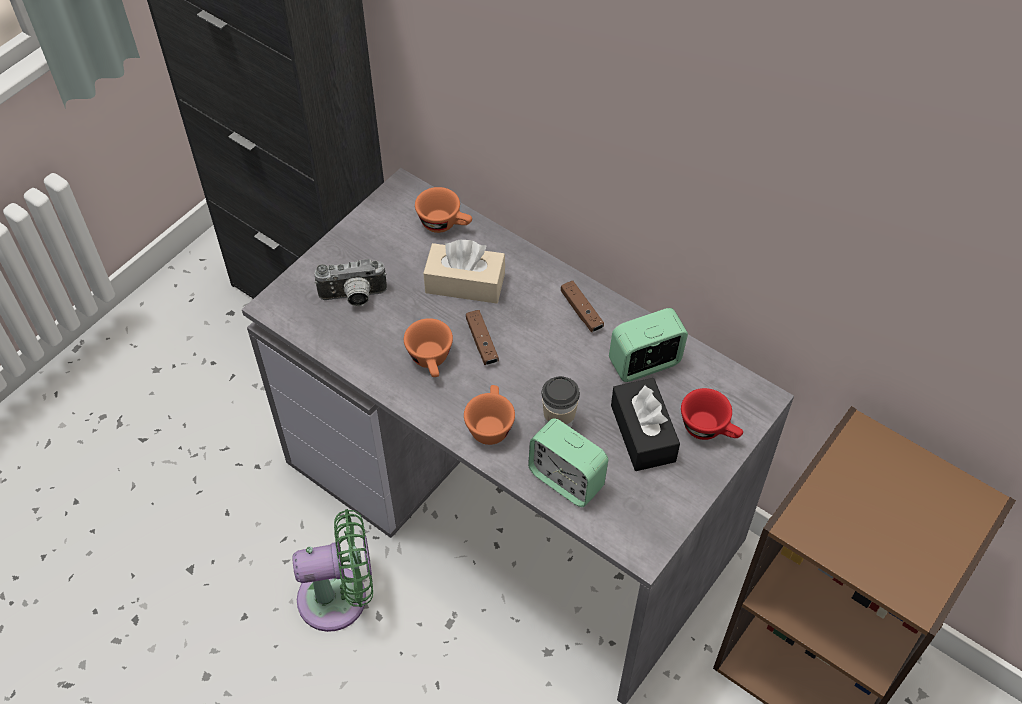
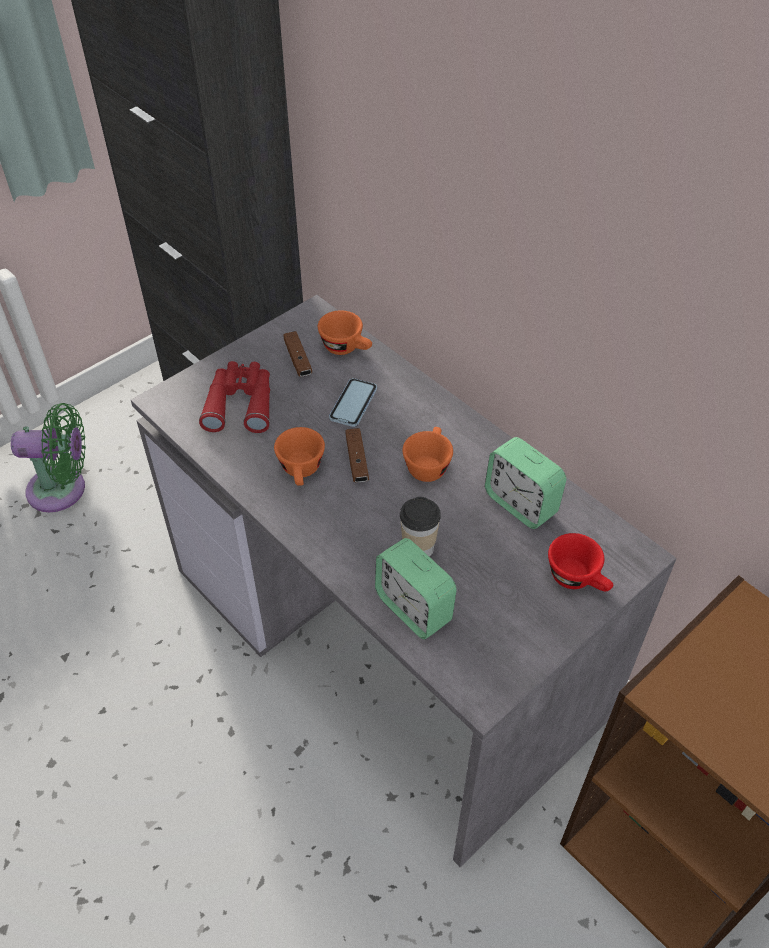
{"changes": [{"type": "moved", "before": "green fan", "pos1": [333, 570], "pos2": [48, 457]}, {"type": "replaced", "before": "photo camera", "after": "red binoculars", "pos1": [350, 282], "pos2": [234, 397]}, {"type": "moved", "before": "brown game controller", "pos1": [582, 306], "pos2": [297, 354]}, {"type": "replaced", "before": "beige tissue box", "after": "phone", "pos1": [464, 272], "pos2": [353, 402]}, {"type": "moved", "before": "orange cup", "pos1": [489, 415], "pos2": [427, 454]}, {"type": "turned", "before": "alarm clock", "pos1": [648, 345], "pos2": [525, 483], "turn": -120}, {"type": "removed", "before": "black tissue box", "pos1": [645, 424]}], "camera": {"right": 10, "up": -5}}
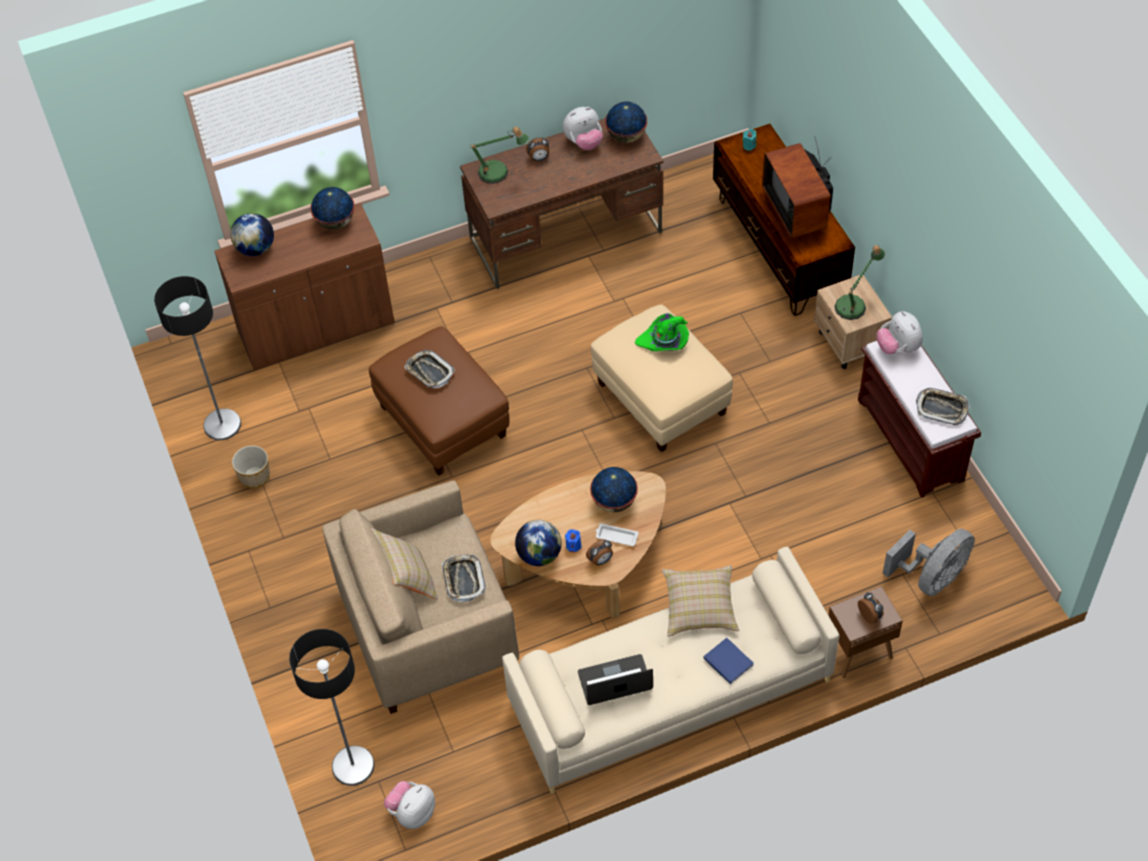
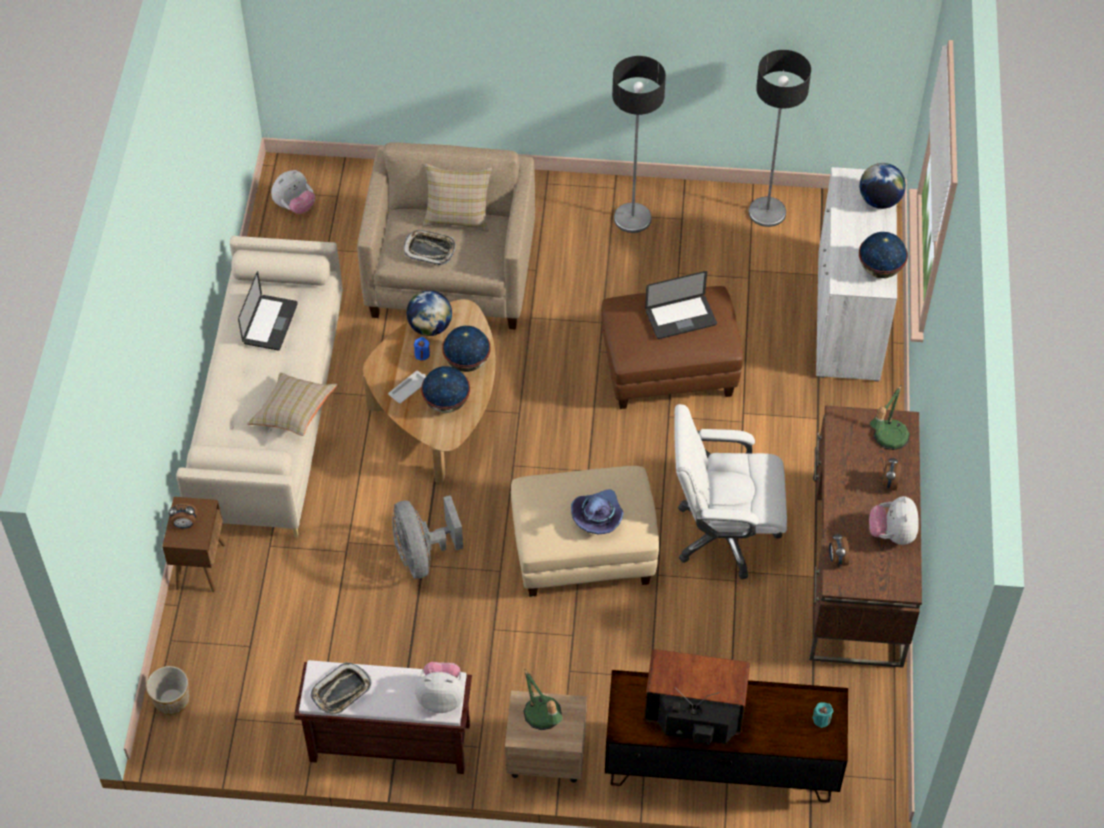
{"changes": [{"type": "moved", "before": "planter", "pos1": [251, 466], "pos2": [168, 690]}, {"type": "turned", "before": "plush toy", "pos1": [409, 805], "pos2": [293, 192], "turn": 75}, {"type": "moved", "before": "grey fan", "pos1": [929, 562], "pos2": [427, 536]}, {"type": "moved", "before": "globe", "pos1": [626, 122], "pos2": [466, 349]}, {"type": "recoloured", "before": "green hat", "after": "purple hat", "pos1": [662, 332], "pos2": [597, 511]}, {"type": "moved", "before": "floor lamp", "pos1": [332, 707], "pos2": [639, 144]}, {"type": "replaced", "before": "tray", "after": "laptop", "pos1": [429, 369], "pos2": [681, 305]}, {"type": "added", "after": "white office chair", "pos2": [730, 492]}, {"type": "recoloured", "before": "brown cabinet", "after": "white cabinet", "pos1": [304, 286], "pos2": [856, 274]}, {"type": "moved", "before": "alarm clock", "pos1": [599, 552], "pos2": [839, 549]}, {"type": "removed", "before": "blue book", "pos1": [728, 661]}], "camera": {"right": 115, "up": 0}}
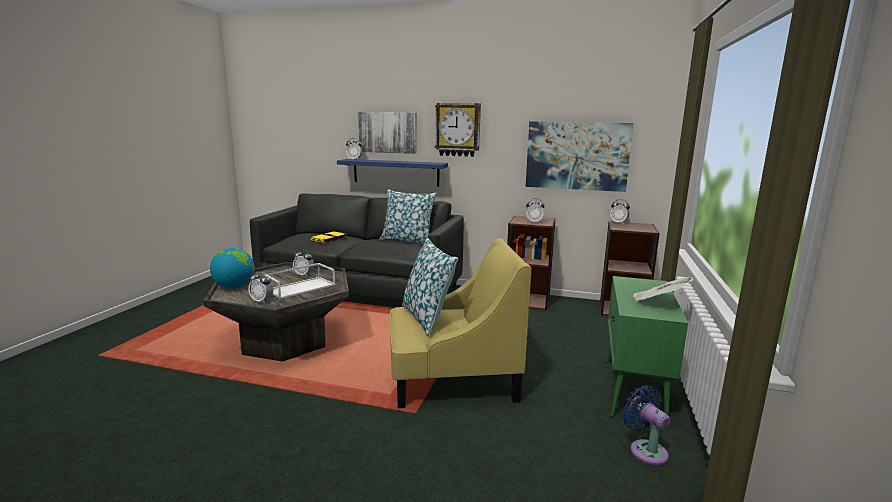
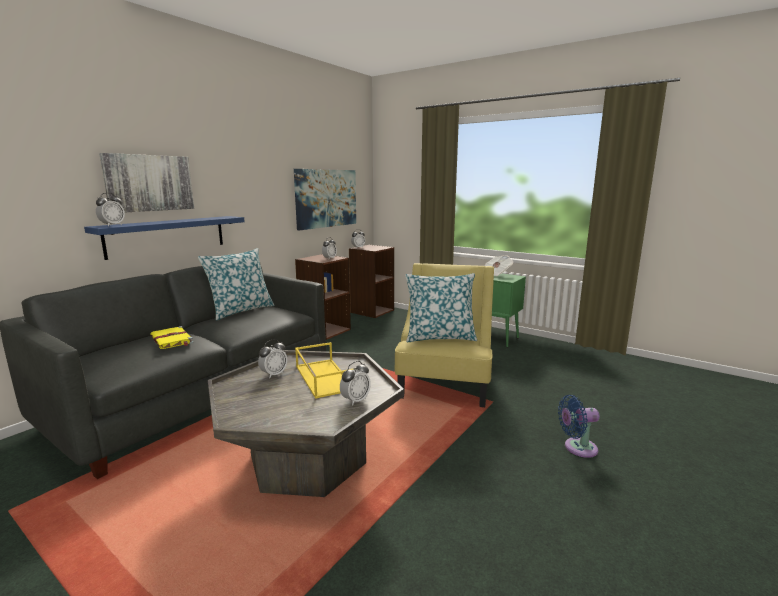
{"changes": [{"type": "recoloured", "before": "white tray", "after": "yellow tray", "pos1": [299, 281], "pos2": [325, 370]}, {"type": "moved", "before": "blue fan", "pos1": [646, 425], "pos2": [579, 426]}, {"type": "removed", "before": "globe", "pos1": [232, 268]}, {"type": "removed", "before": "wall clock", "pos1": [458, 130]}], "camera": {"right": -70, "up": 0}}
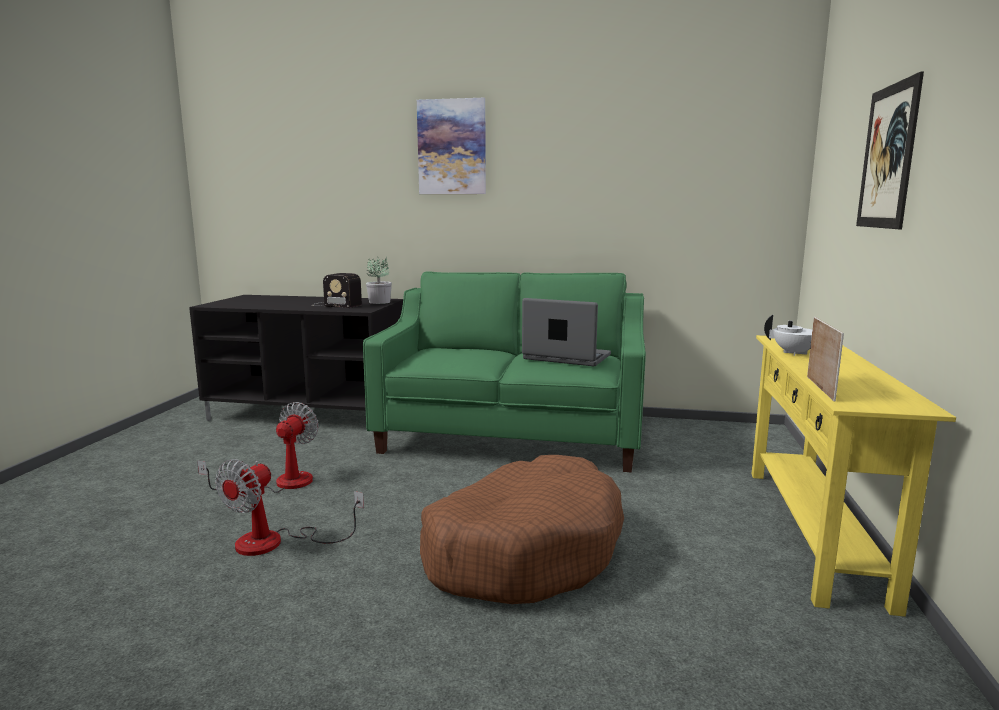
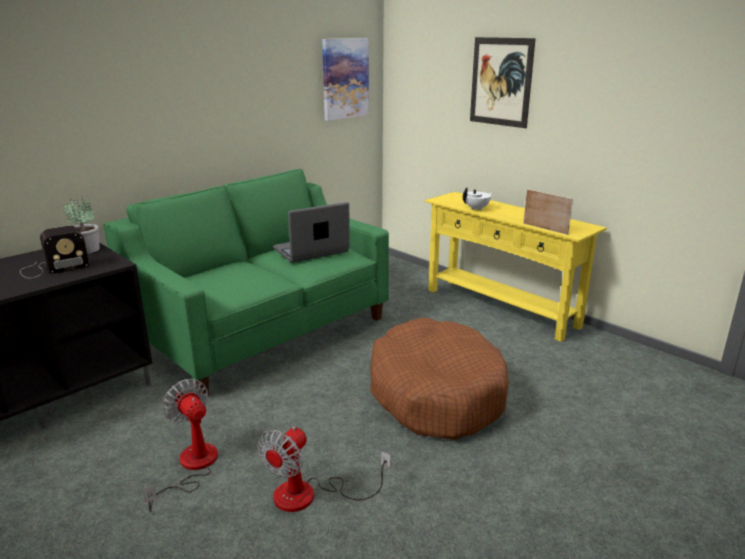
{"changes": [{"type": "turned", "before": "fan", "pos1": [289, 507], "pos2": [324, 469], "turn": 60}, {"type": "moved", "before": "picture", "pos1": [451, 146], "pos2": [345, 79]}], "camera": {"right": -55, "up": 10}}
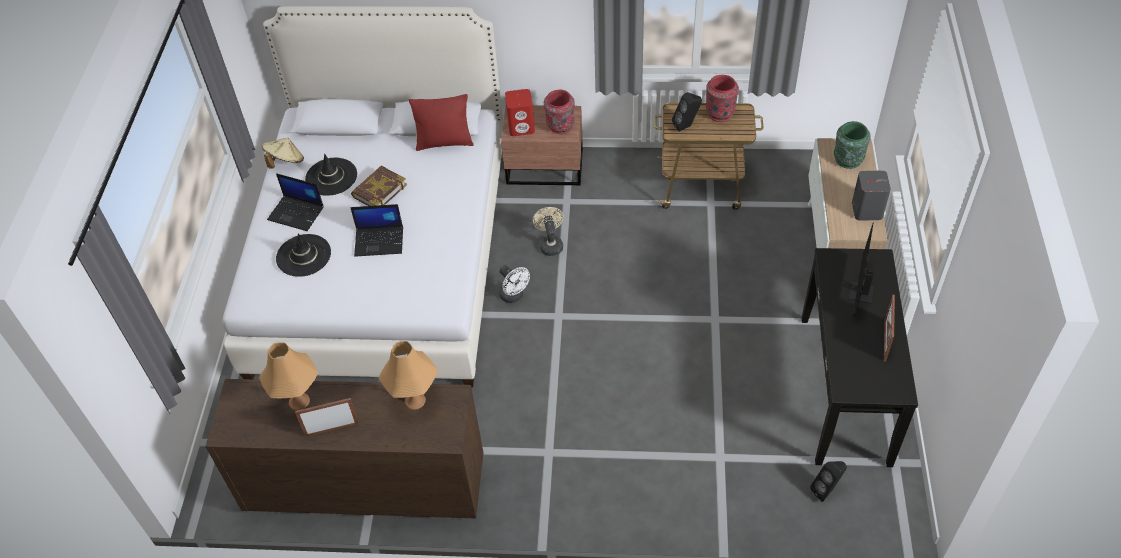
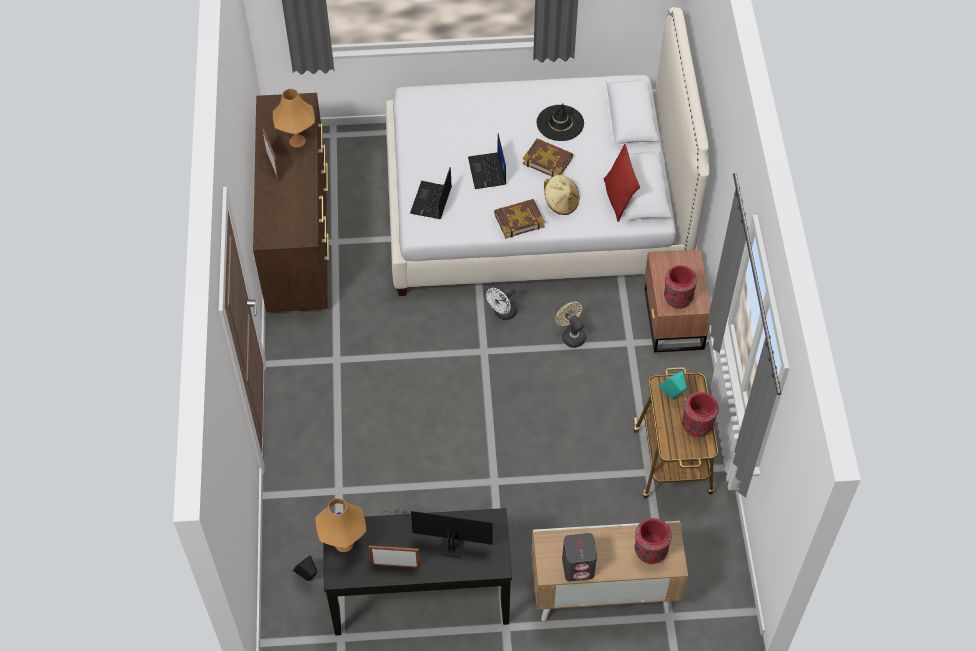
{"changes": [{"type": "moved", "before": "orange table lamp", "pos1": [408, 375], "pos2": [340, 525]}, {"type": "moved", "before": "laptop", "pos1": [295, 202], "pos2": [431, 193]}, {"type": "added", "after": "book", "pos2": [519, 219]}, {"type": "moved", "before": "beige hat", "pos1": [283, 153], "pos2": [561, 195]}, {"type": "turned", "before": "beige fan", "pos1": [548, 231], "pos2": [570, 325], "turn": -105}, {"type": "recoloured", "before": "green vase", "after": "red vase", "pos1": [852, 145], "pos2": [653, 541]}, {"type": "recoloured", "before": "black speaker", "after": "turquoise speaker", "pos1": [687, 112], "pos2": [672, 385]}, {"type": "removed", "before": "black hat", "pos1": [303, 255]}, {"type": "removed", "before": "red speaker", "pos1": [520, 112]}], "camera": {"right": 80, "up": 5}}
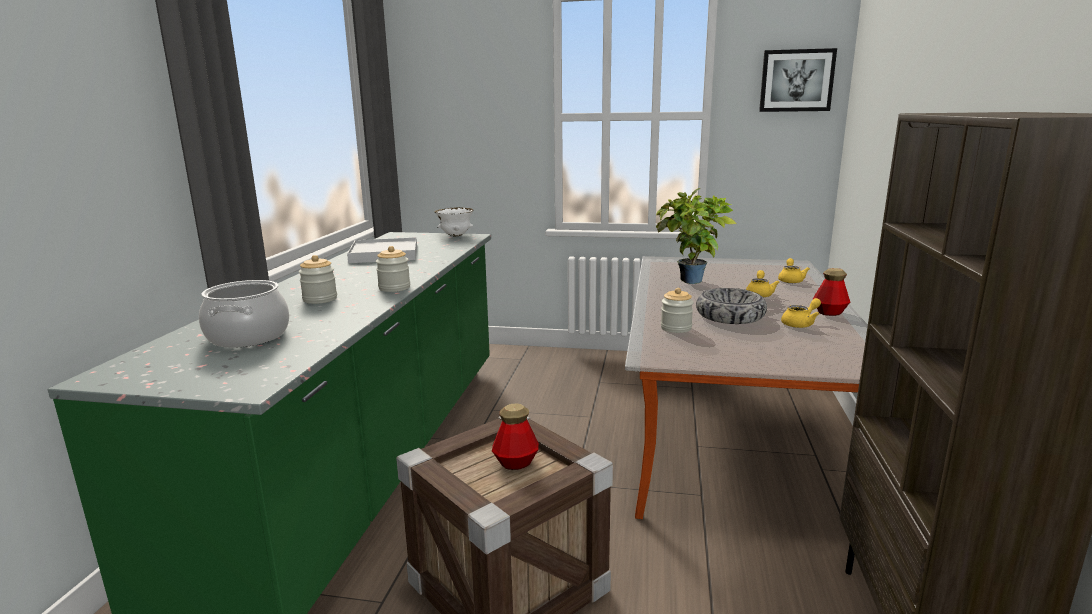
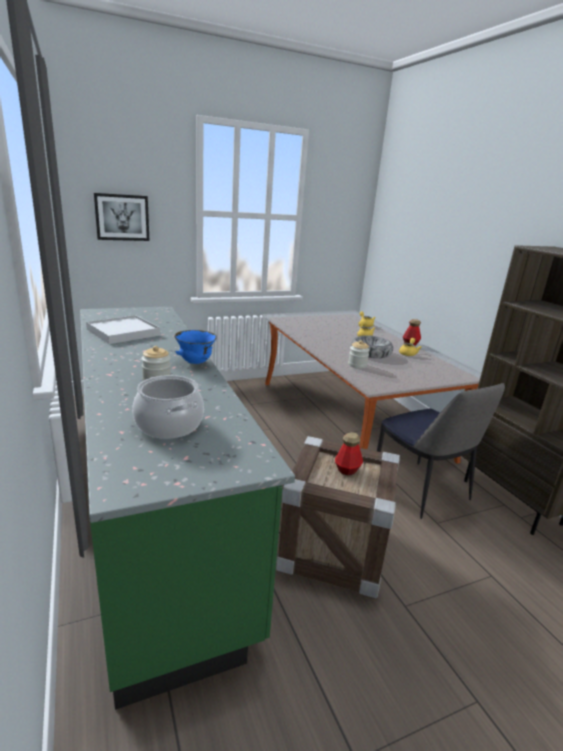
{"changes": [{"type": "moved", "before": "picture", "pos1": [798, 80], "pos2": [121, 217]}, {"type": "replaced", "before": "jar", "after": "blue bowl", "pos1": [393, 269], "pos2": [195, 347]}, {"type": "added", "after": "chair", "pos2": [441, 451]}, {"type": "removed", "before": "white bowl", "pos1": [454, 221]}, {"type": "removed", "before": "potted plant", "pos1": [696, 236]}], "camera": {"right": -35, "up": 5}}
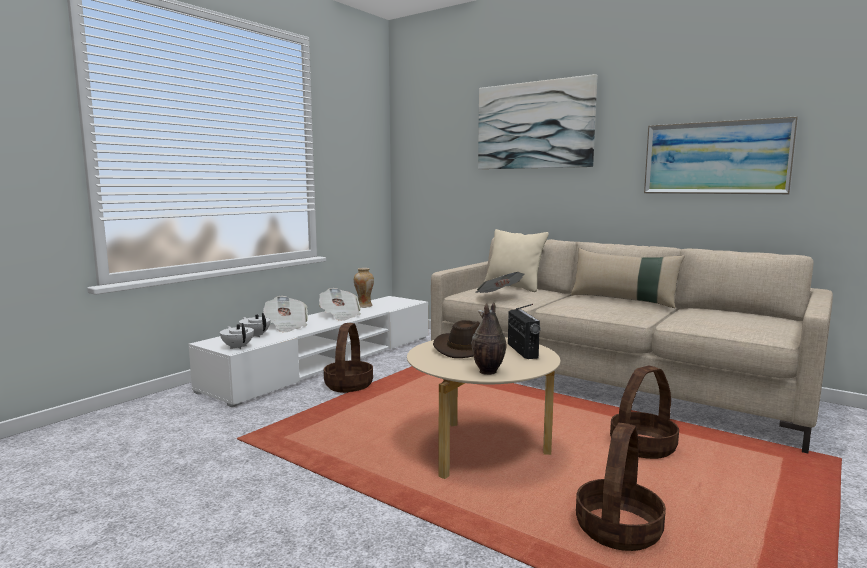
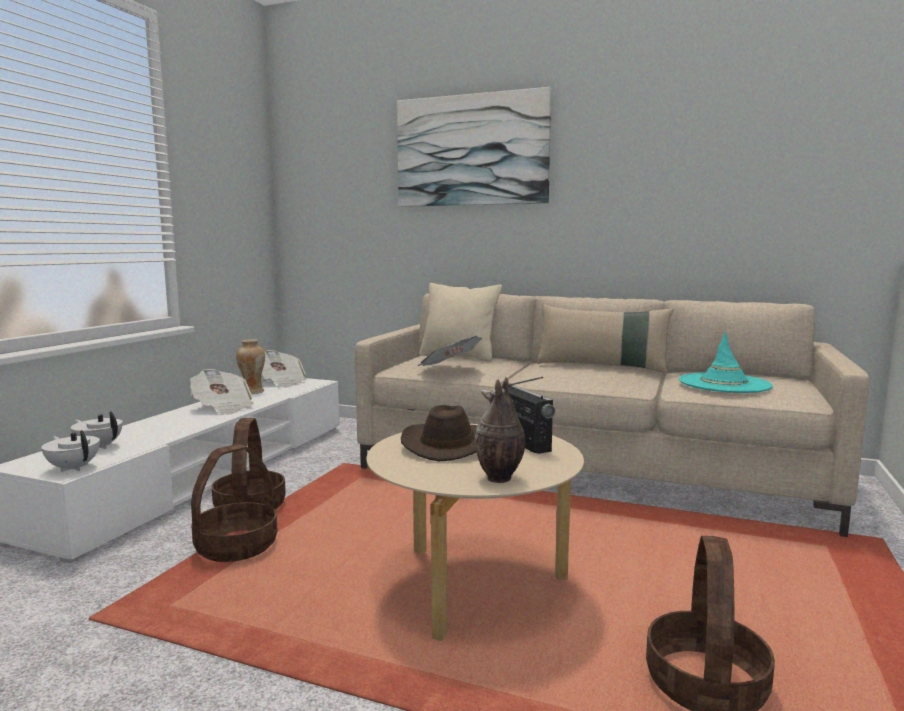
{"changes": [{"type": "moved", "before": "basket", "pos1": [644, 412], "pos2": [234, 503]}, {"type": "moved", "before": "newspaper", "pos1": [285, 314], "pos2": [284, 369]}, {"type": "added", "after": "turquoise hat", "pos2": [726, 362]}, {"type": "removed", "before": "picture", "pos1": [721, 155]}], "camera": {"right": -15, "up": 0}}
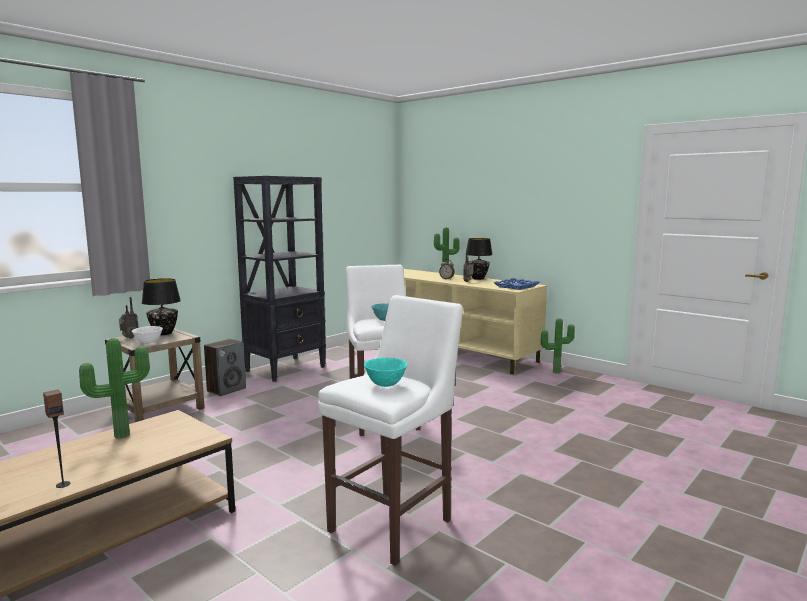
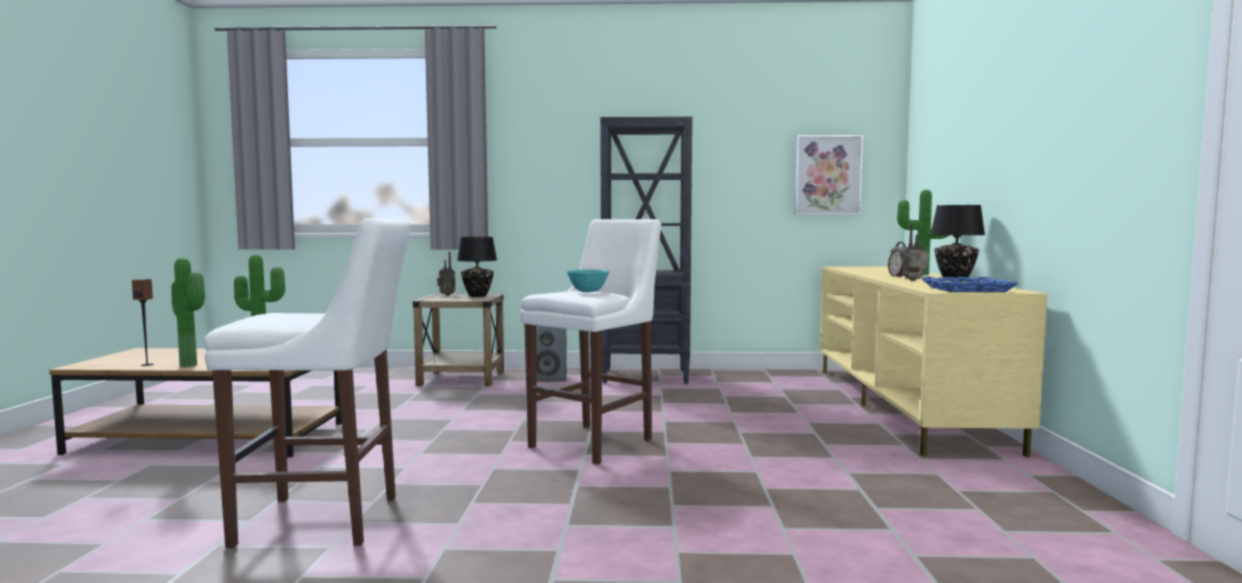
{"changes": [{"type": "moved", "before": "potted plant", "pos1": [558, 346], "pos2": [188, 312]}, {"type": "added", "after": "picture", "pos2": [828, 175]}, {"type": "removed", "before": "white bowl", "pos1": [147, 335]}, {"type": "removed", "before": "turquoise bowl", "pos1": [386, 372]}], "camera": {"right": 50, "up": -5}}
